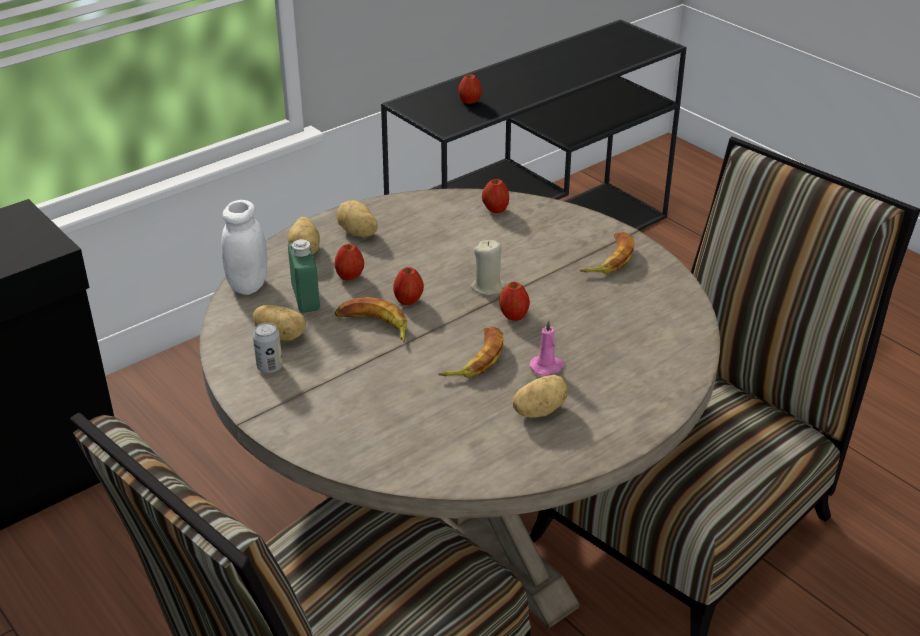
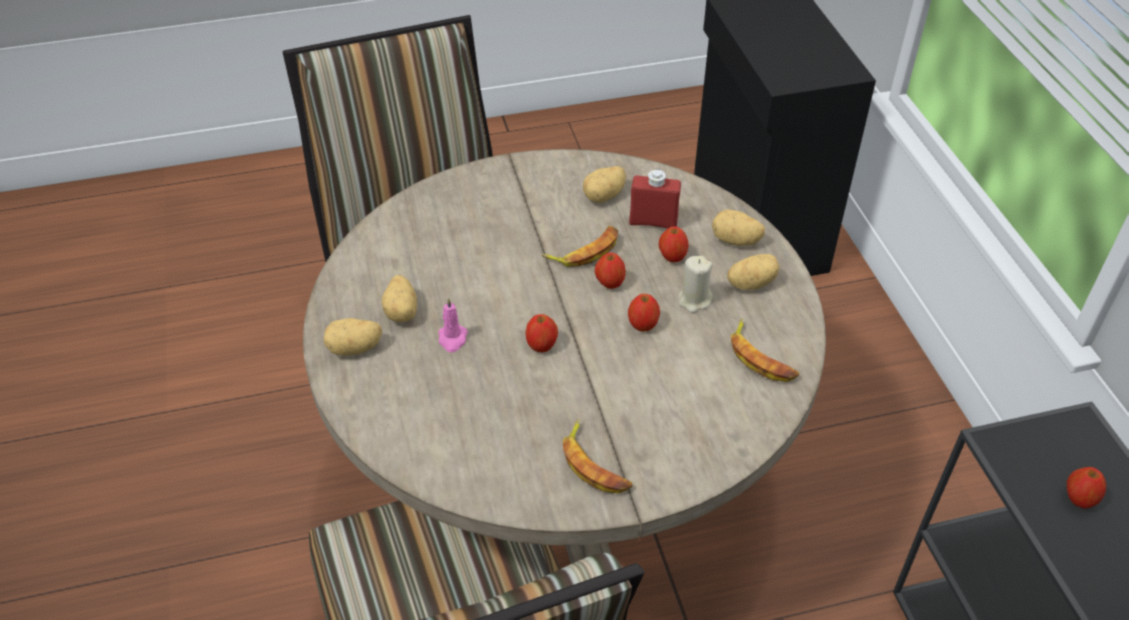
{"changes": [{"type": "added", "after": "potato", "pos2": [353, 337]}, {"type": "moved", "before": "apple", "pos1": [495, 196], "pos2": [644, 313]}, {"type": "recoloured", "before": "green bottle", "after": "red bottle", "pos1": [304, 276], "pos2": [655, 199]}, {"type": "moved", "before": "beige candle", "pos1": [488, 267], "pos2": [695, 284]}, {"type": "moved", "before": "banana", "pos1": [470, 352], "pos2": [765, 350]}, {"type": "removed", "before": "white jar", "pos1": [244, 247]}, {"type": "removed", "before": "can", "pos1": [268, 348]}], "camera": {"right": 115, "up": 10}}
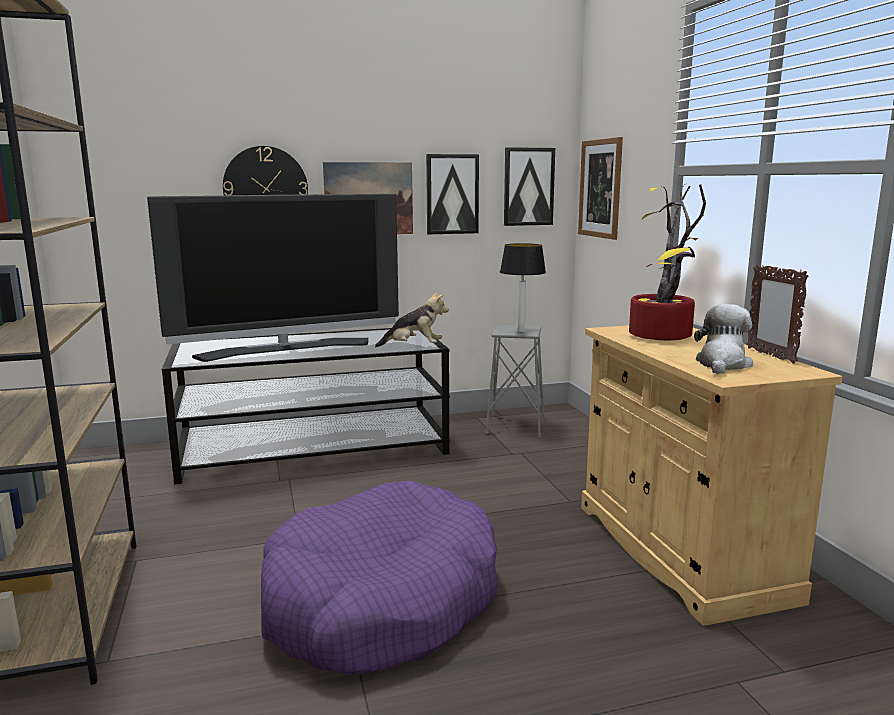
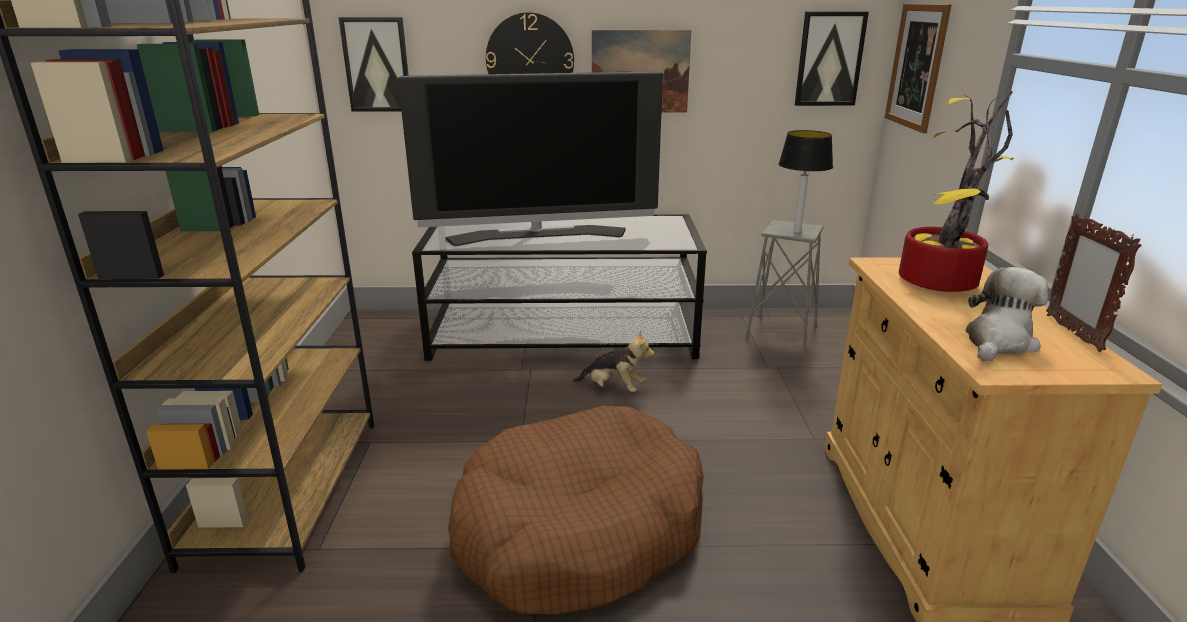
{"changes": [{"type": "moved", "before": "picture", "pos1": [452, 194], "pos2": [374, 64]}, {"type": "recoloured", "before": "purple dog bed", "after": "brown dog bed", "pos1": [380, 577], "pos2": [576, 510]}, {"type": "moved", "before": "plush toy", "pos1": [412, 318], "pos2": [613, 361]}], "camera": {"right": 15, "up": 10}}
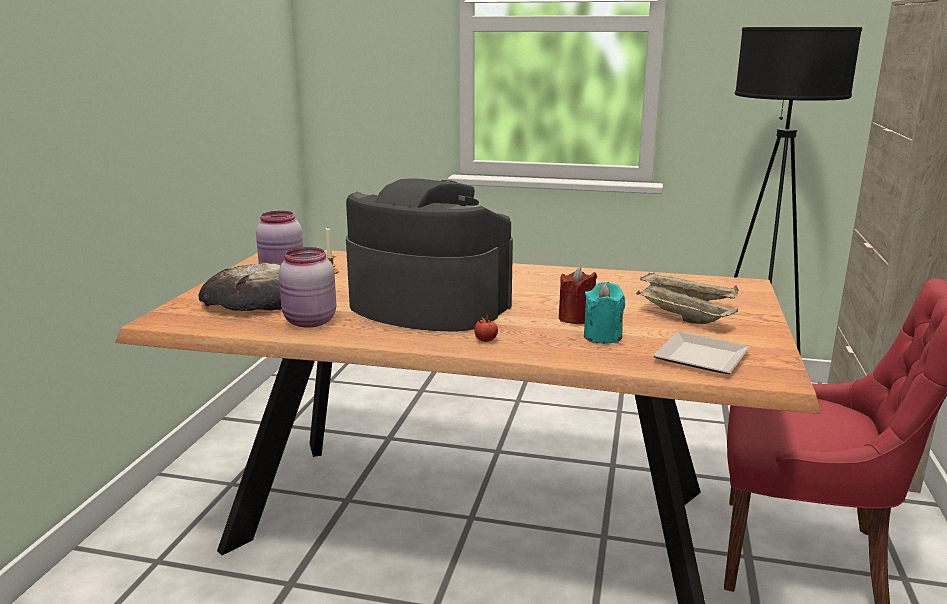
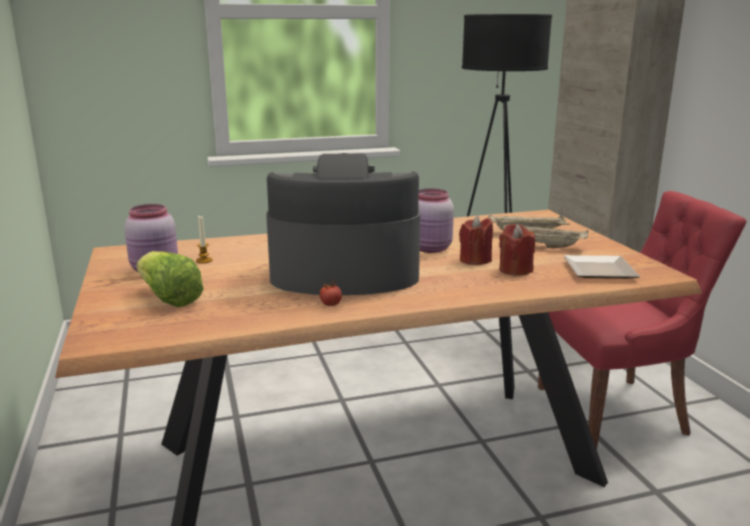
{"changes": [{"type": "replaced", "before": "bread", "after": "lettuce", "pos1": [240, 287], "pos2": [170, 279]}, {"type": "moved", "before": "tomato", "pos1": [486, 328], "pos2": [331, 292]}, {"type": "moved", "before": "pink jar", "pos1": [307, 287], "pos2": [436, 220]}, {"type": "recoloured", "before": "turquoise candle", "after": "red candle", "pos1": [604, 313], "pos2": [517, 250]}], "camera": {"right": -30, "up": 0}}
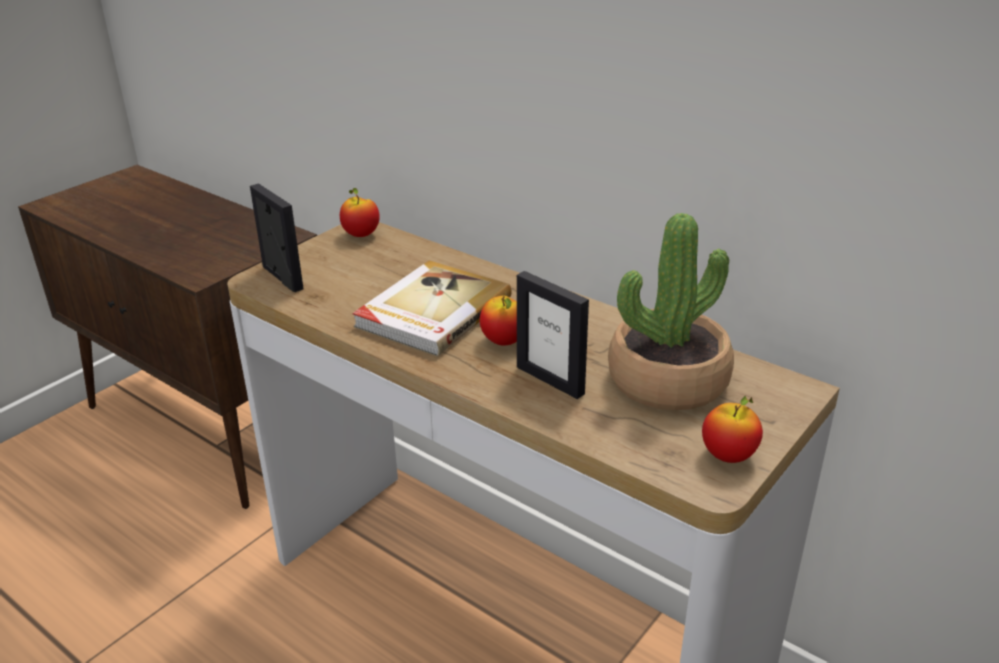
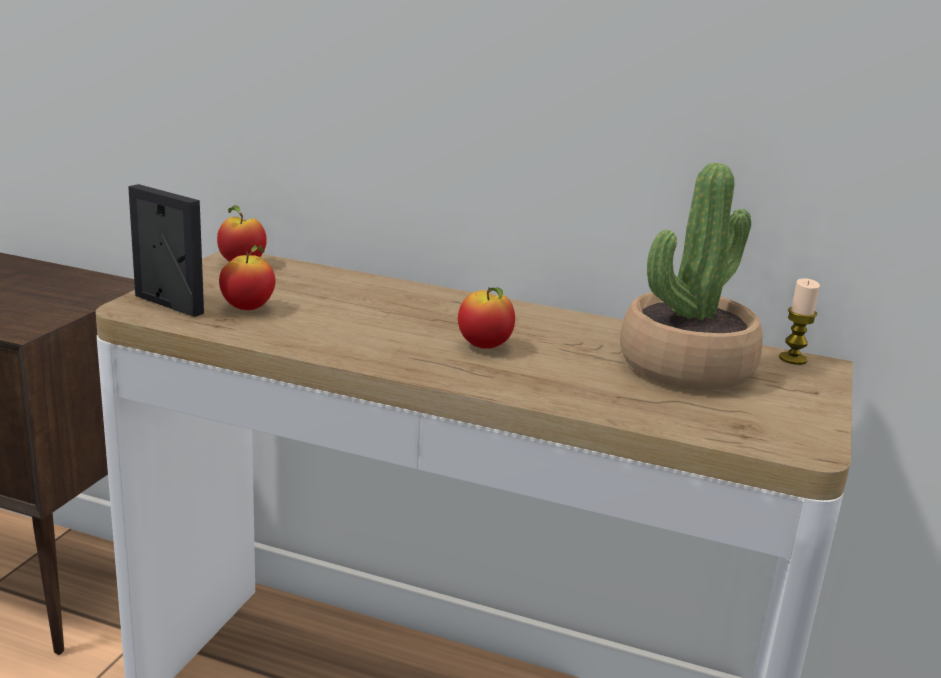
{"changes": [{"type": "moved", "before": "apple", "pos1": [732, 429], "pos2": [247, 277]}, {"type": "added", "after": "candle", "pos2": [799, 321]}, {"type": "removed", "before": "book", "pos1": [432, 308]}, {"type": "removed", "before": "picture frame", "pos1": [553, 335]}], "camera": {"right": -20, "up": -10}}
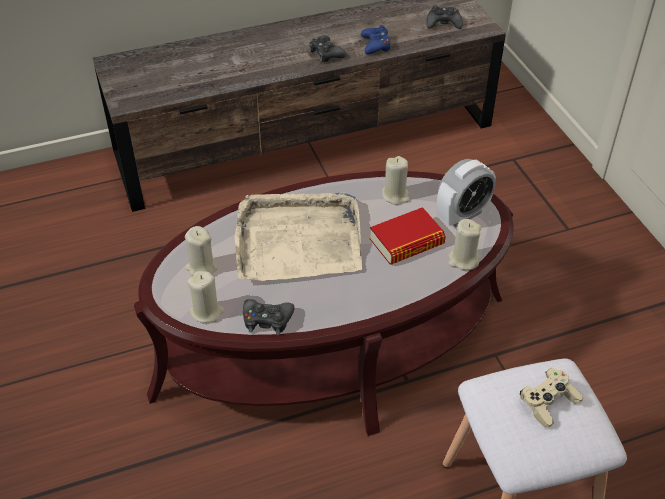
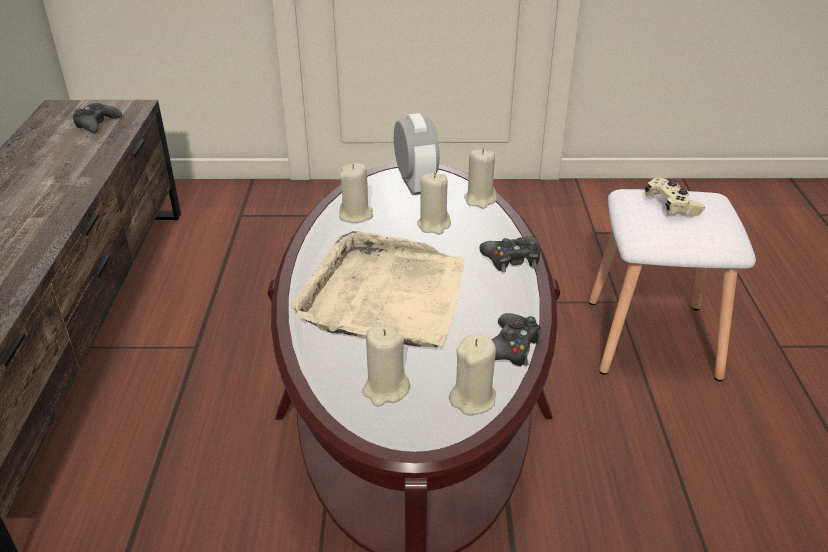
{"changes": [{"type": "replaced", "before": "book", "after": "beige candle", "pos1": [408, 235], "pos2": [434, 203]}, {"type": "moved", "before": "black game controller", "pos1": [328, 48], "pos2": [509, 254]}, {"type": "removed", "before": "blue game controller", "pos1": [376, 39]}], "camera": {"right": -70, "up": -10}}
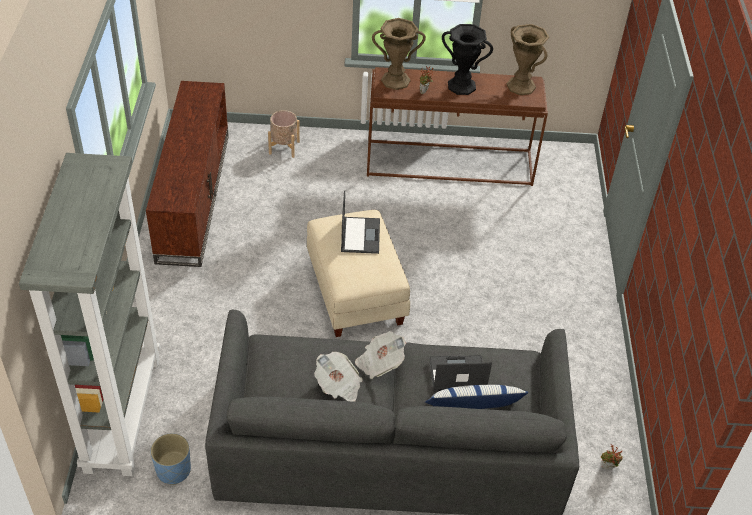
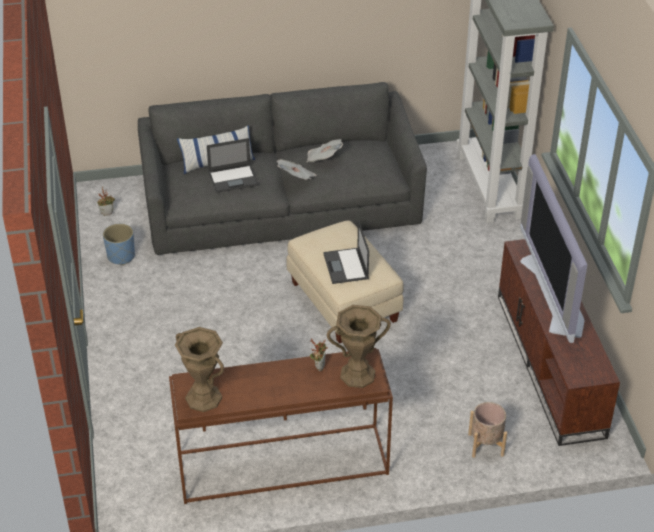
{"changes": [{"type": "moved", "before": "blue planter", "pos1": [171, 459], "pos2": [119, 244]}, {"type": "added", "after": "television", "pos2": [553, 248]}, {"type": "removed", "before": "black vase", "pos1": [467, 59]}], "camera": {"right": 170, "up": -5}}
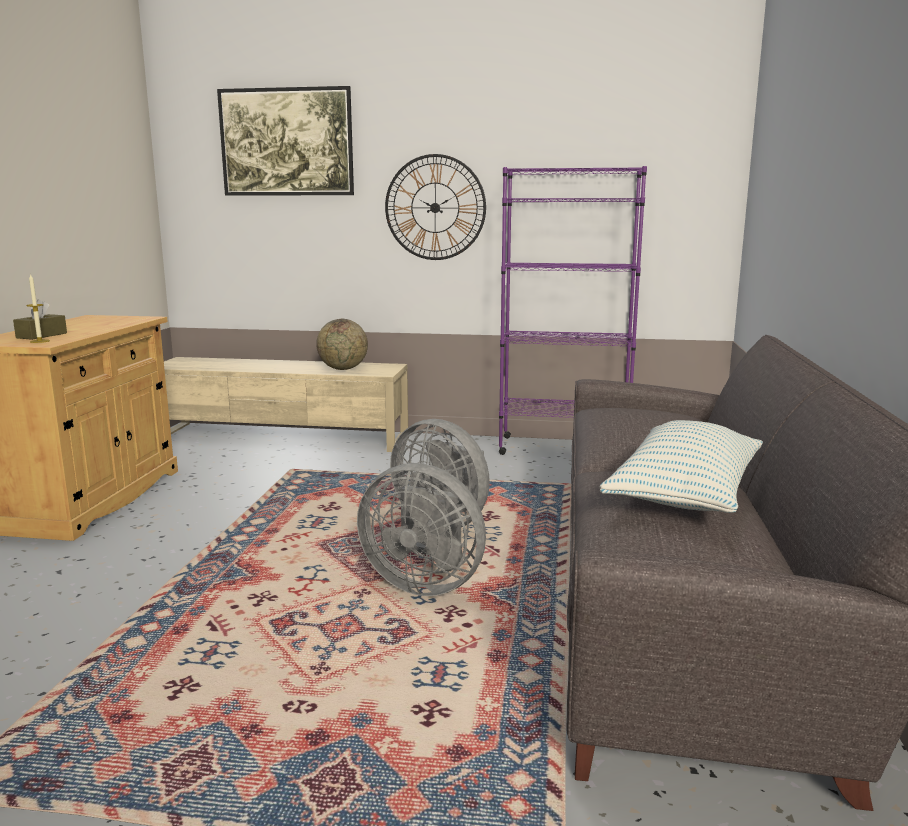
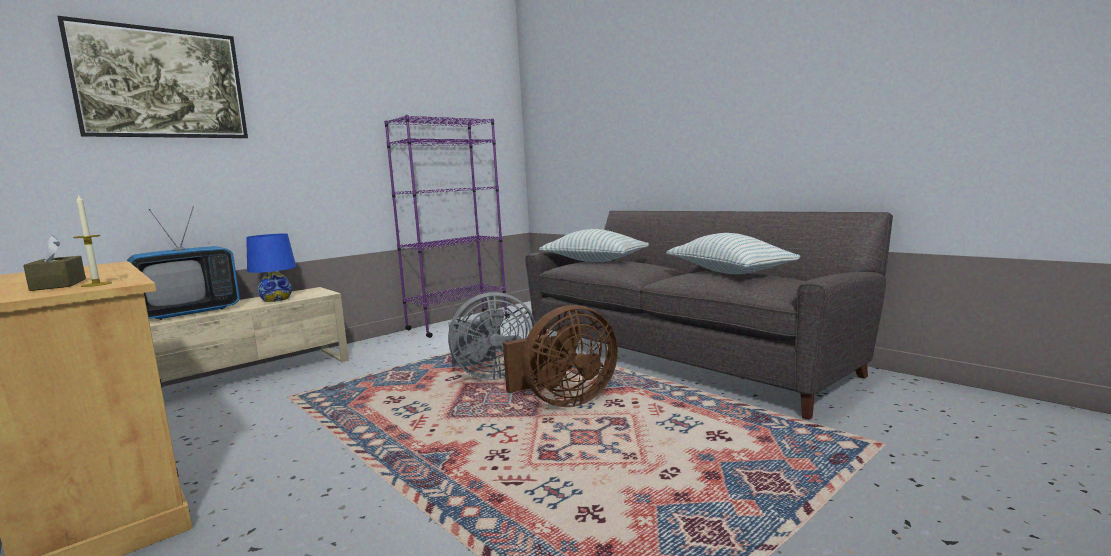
{"changes": [{"type": "added", "after": "television", "pos2": [183, 263]}, {"type": "replaced", "before": "globe", "after": "blue table lamp", "pos1": [342, 344], "pos2": [271, 267]}, {"type": "recoloured", "before": "grey fan", "after": "brown fan", "pos1": [421, 529], "pos2": [560, 356]}, {"type": "added", "after": "pillow", "pos2": [594, 245]}, {"type": "removed", "before": "wall clock", "pos1": [435, 207]}], "camera": {"right": -50, "up": -5}}
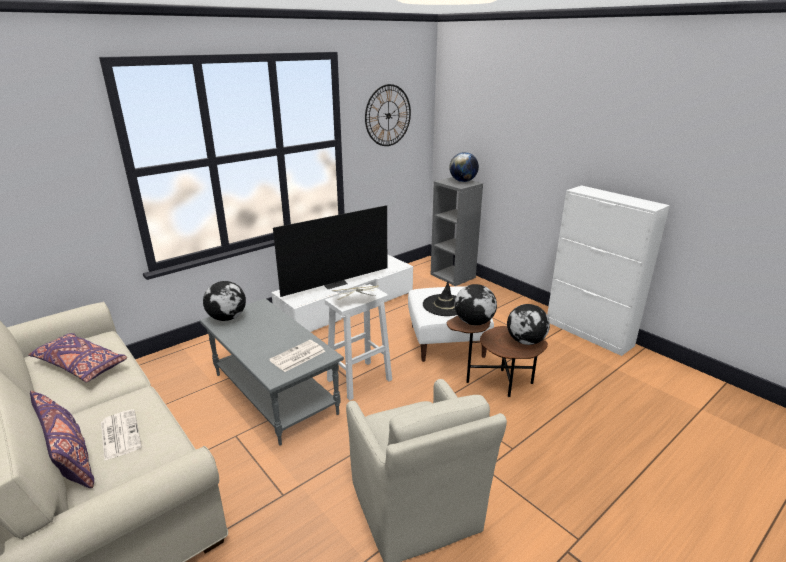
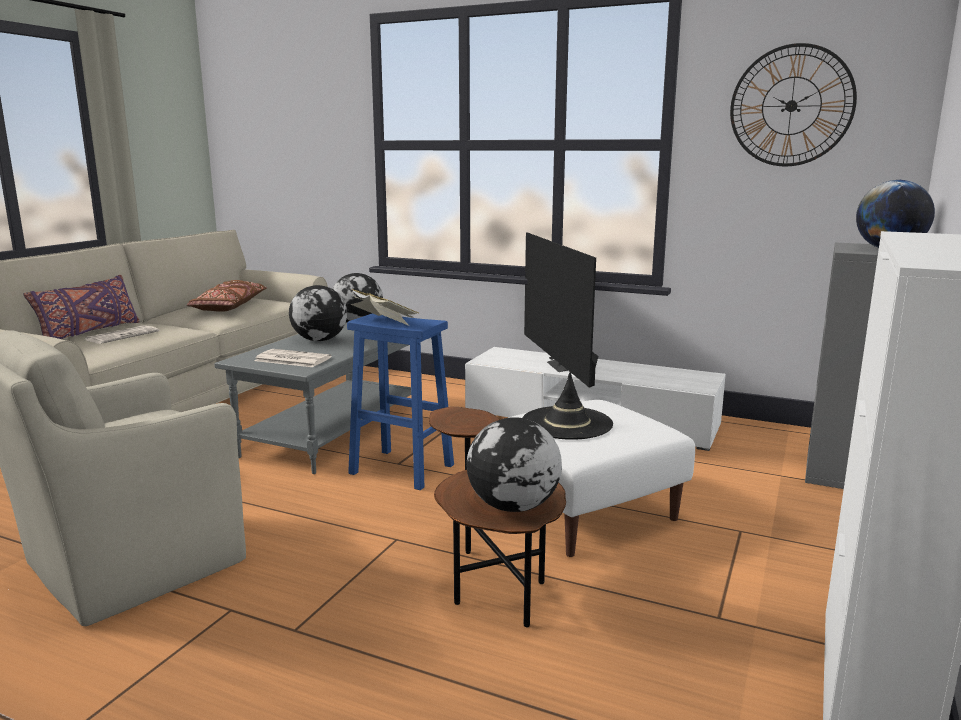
{"changes": [{"type": "recoloured", "before": "purple pillow", "after": "brown pillow", "pos1": [77, 357], "pos2": [227, 296]}, {"type": "moved", "before": "globe", "pos1": [475, 304], "pos2": [318, 313]}, {"type": "recoloured", "before": "white stool", "after": "blue stool", "pos1": [358, 342], "pos2": [400, 401]}, {"type": "turned", "before": "television", "pos1": [330, 251], "pos2": [561, 309], "turn": 45}], "camera": {"right": 65, "up": -10}}
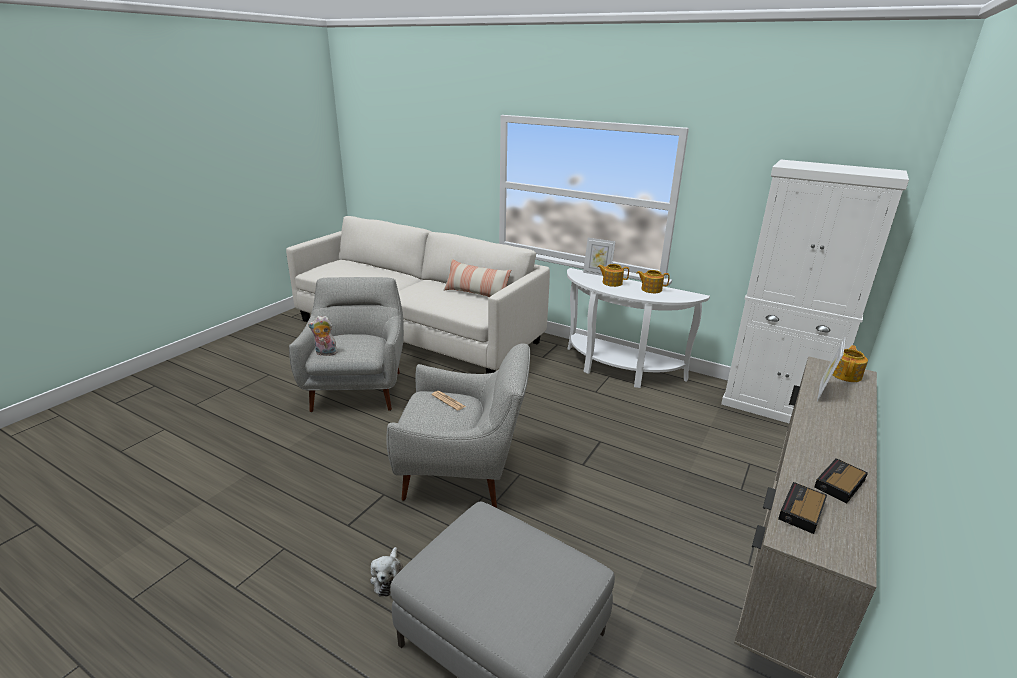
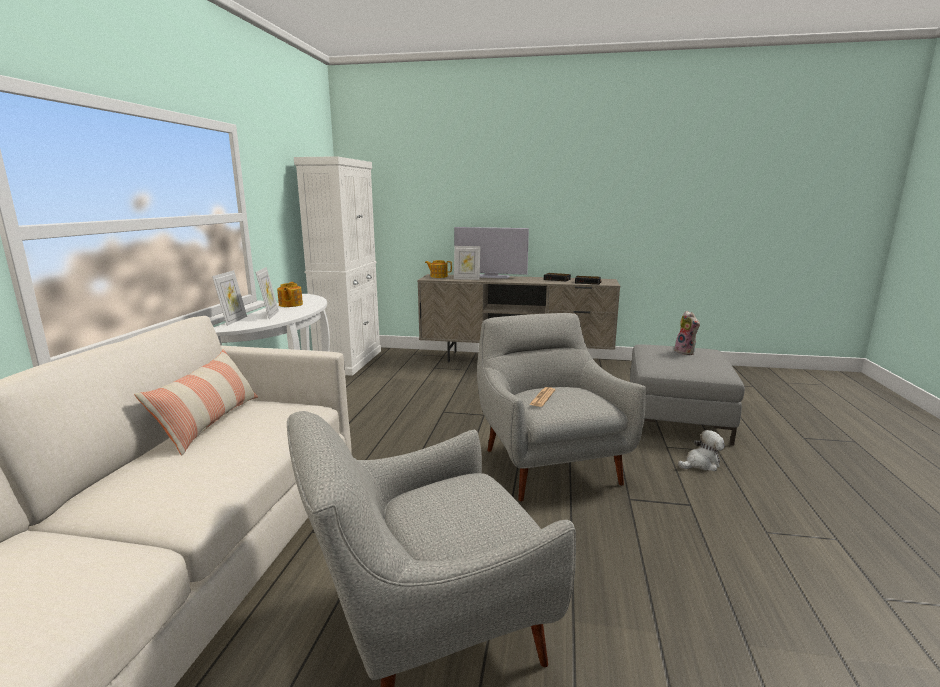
{"changes": [{"type": "replaced", "before": "teapot", "after": "picture frame", "pos1": [613, 275], "pos2": [267, 293]}, {"type": "added", "after": "television", "pos2": [491, 253]}, {"type": "moved", "before": "plush toy", "pos1": [323, 336], "pos2": [687, 333]}], "camera": {"right": -110, "up": -10}}
